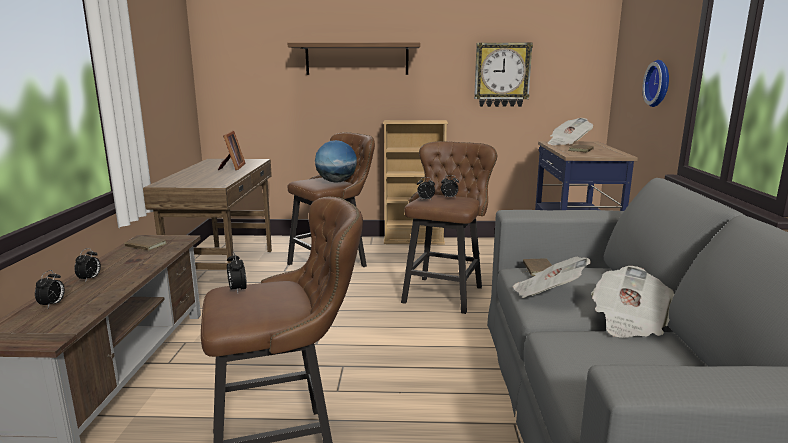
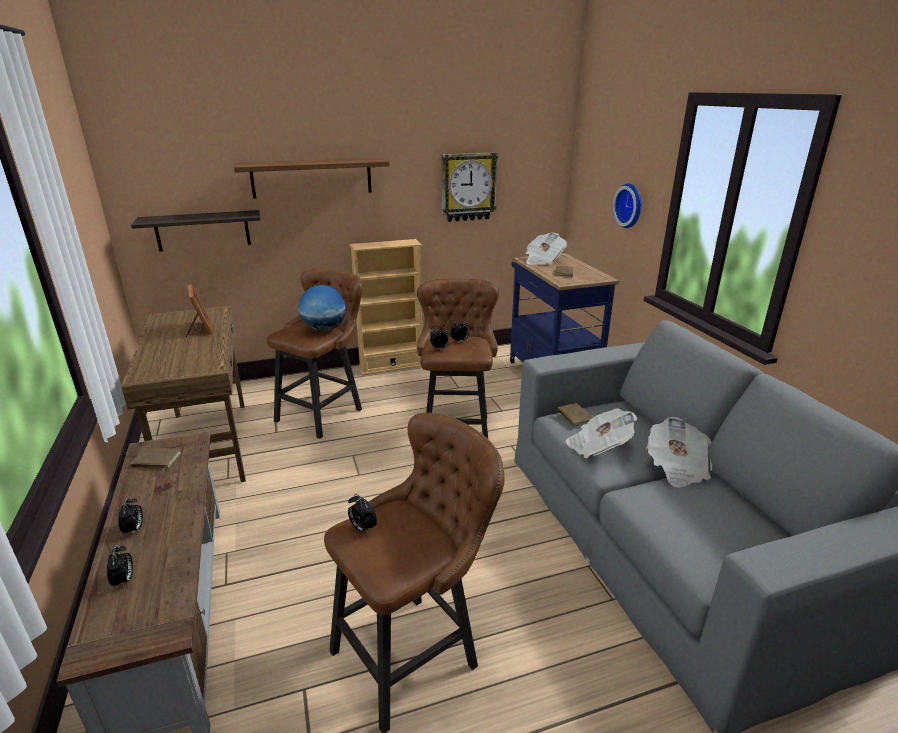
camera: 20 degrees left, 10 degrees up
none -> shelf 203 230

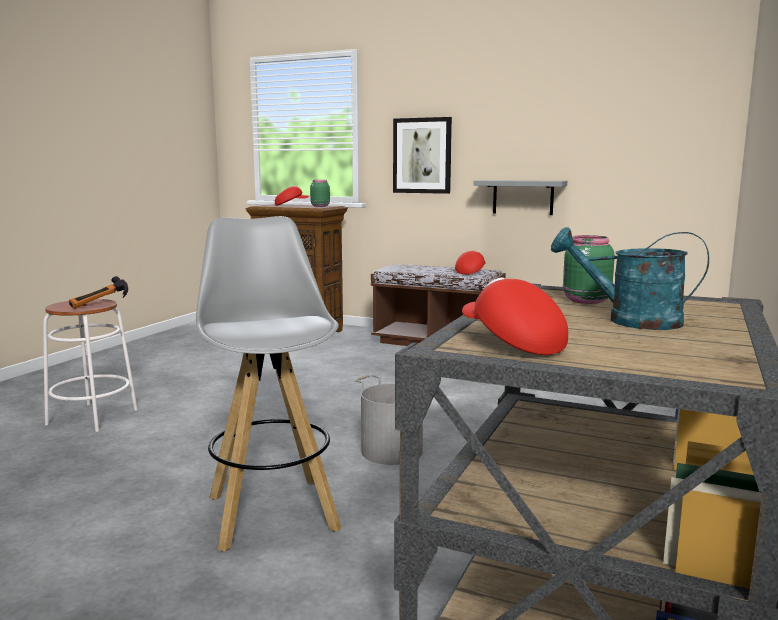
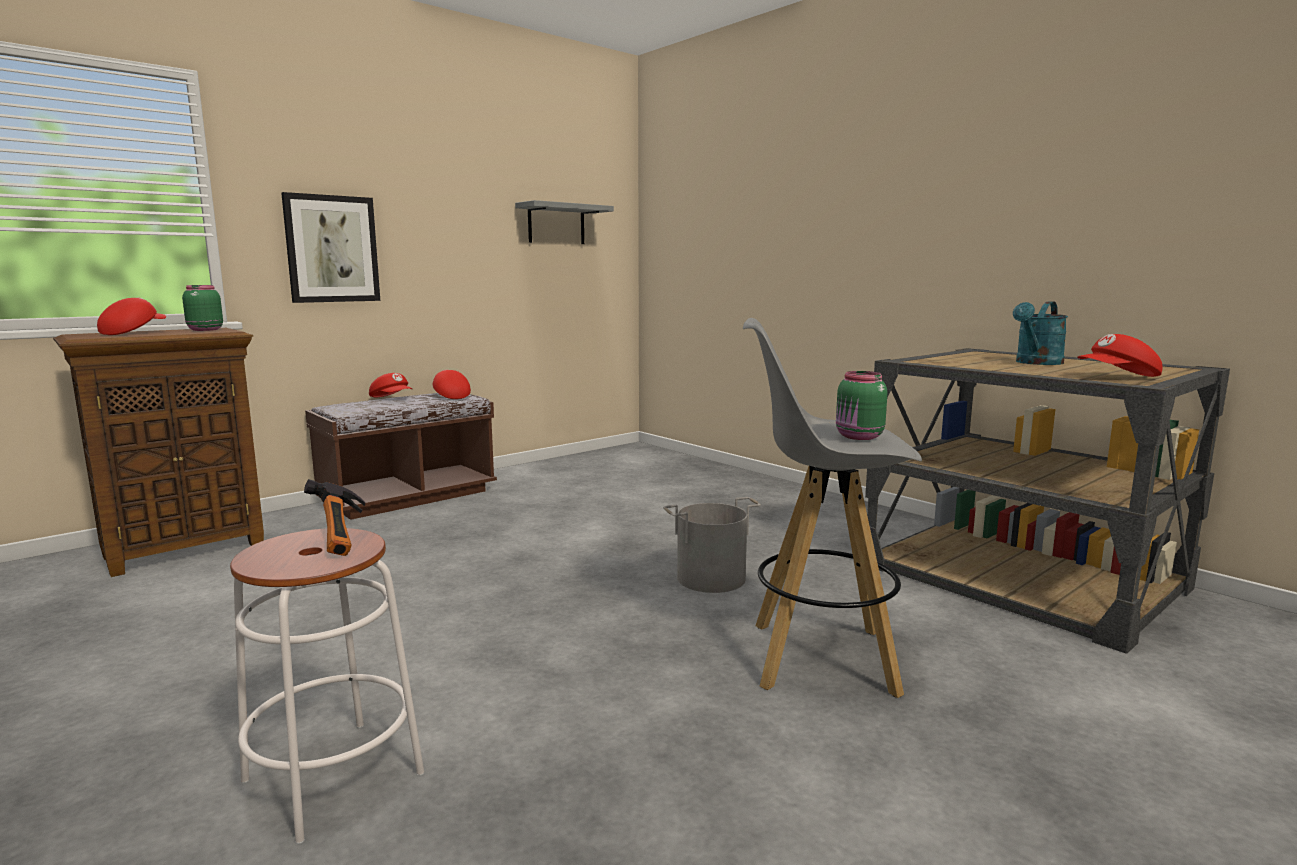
camera: 65 degrees left, 0 degrees up
grey shelf 523 197 -> grey shelf 556 224, shifted
green jar 584 300 -> green jar 859 437, shifted
none -> red cap 392 399

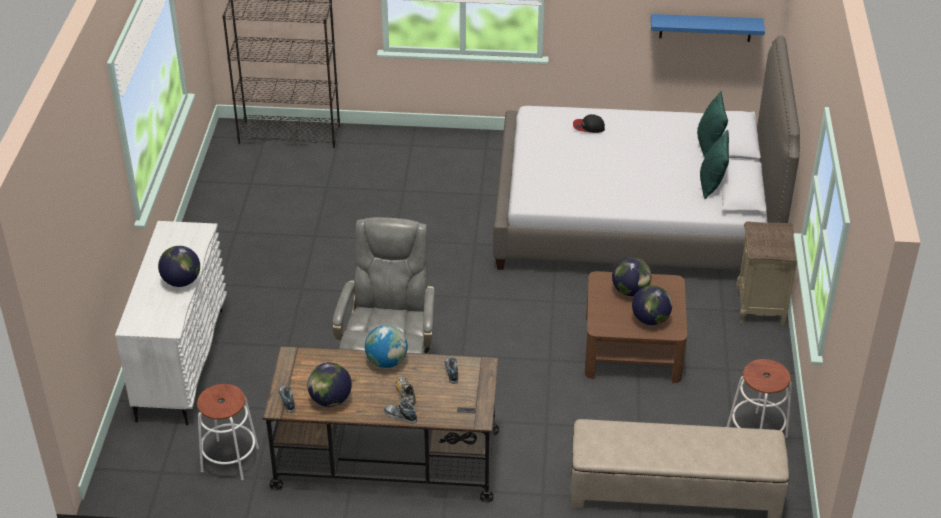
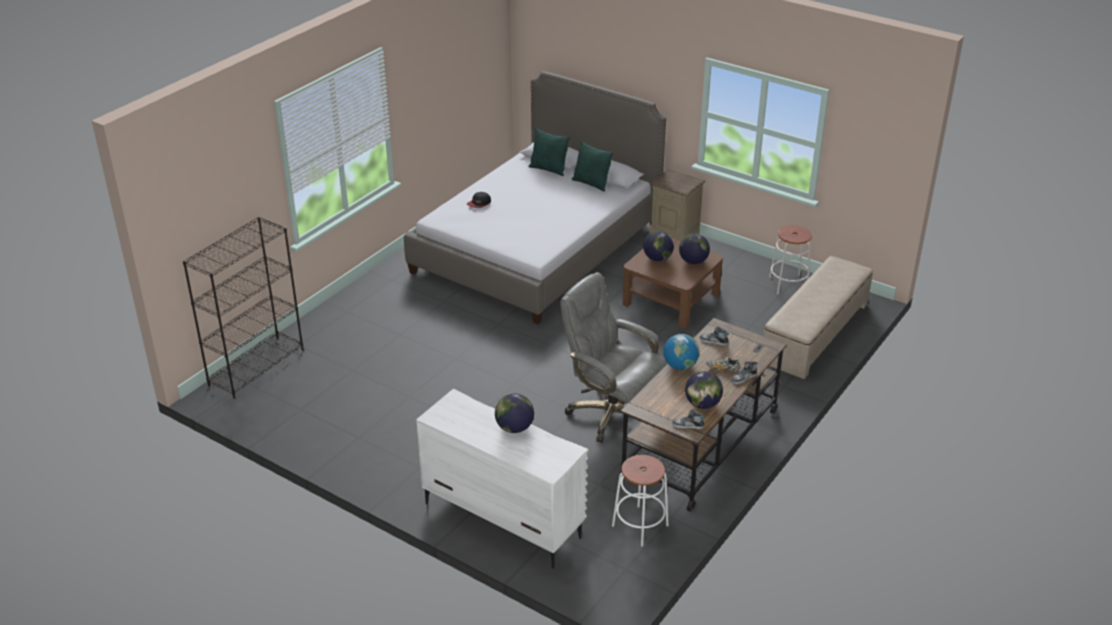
camera: 60 degrees left, 5 degrees down
blue shelf 705 27 -> none

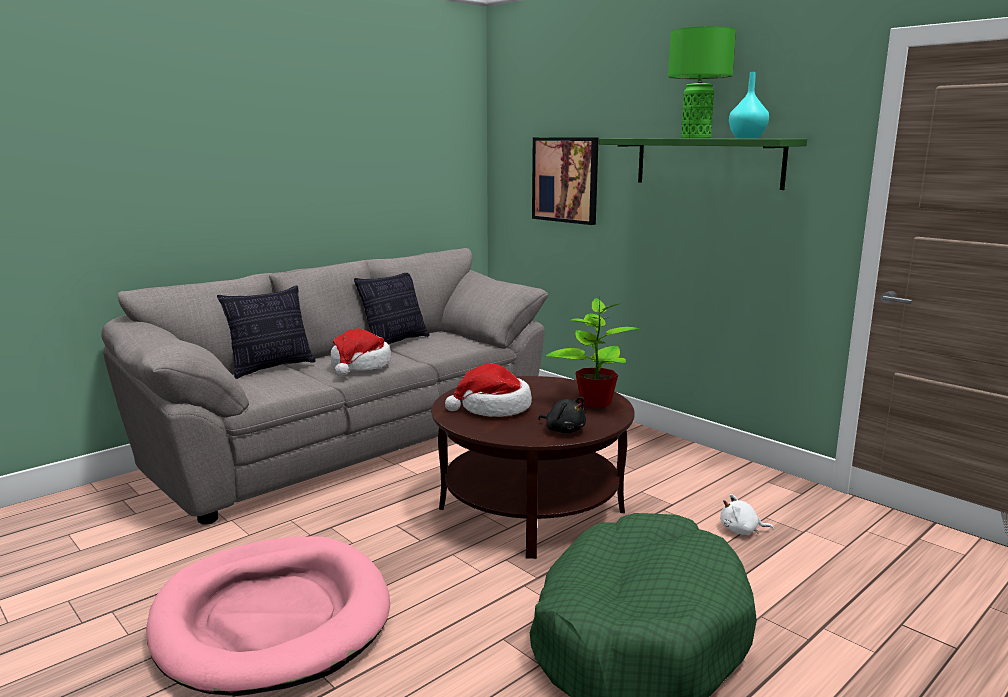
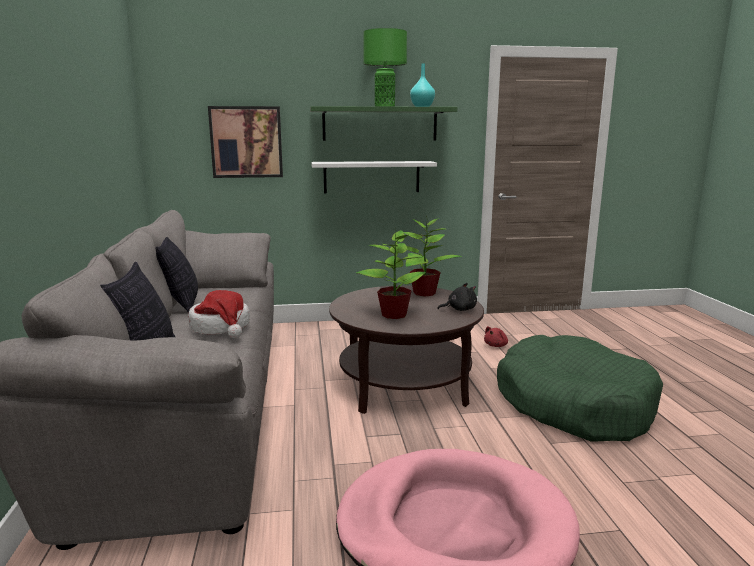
camera: 55 degrees left, 0 degrees up
hat 493 408 -> potted plant 394 314
white plush toy 741 530 -> red plush toy 496 345
none -> white shelf 371 177

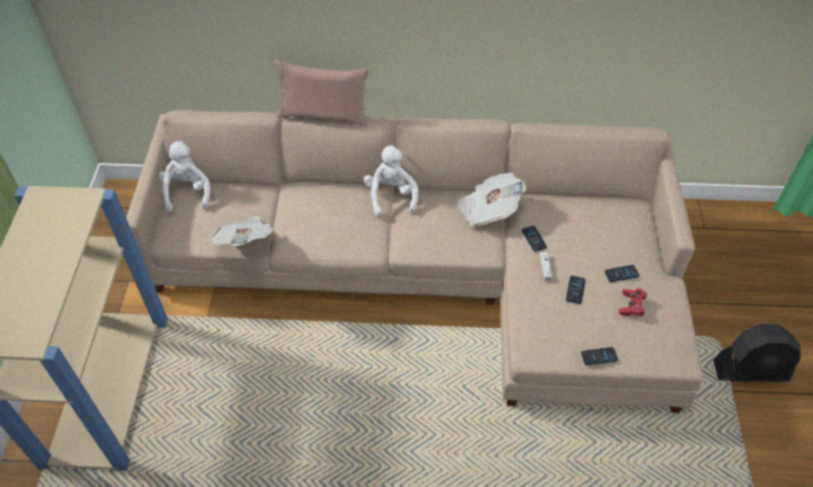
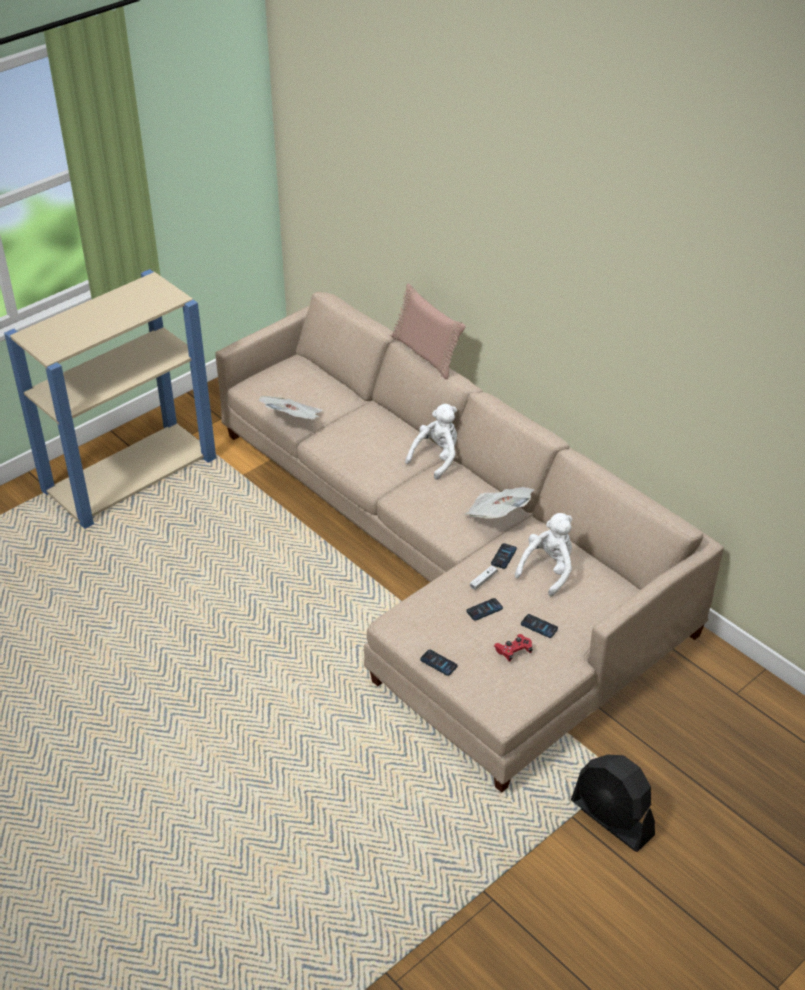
camera: 45 degrees right, 10 degrees down
white plush toy 187 192 -> white plush toy 548 570, shifted

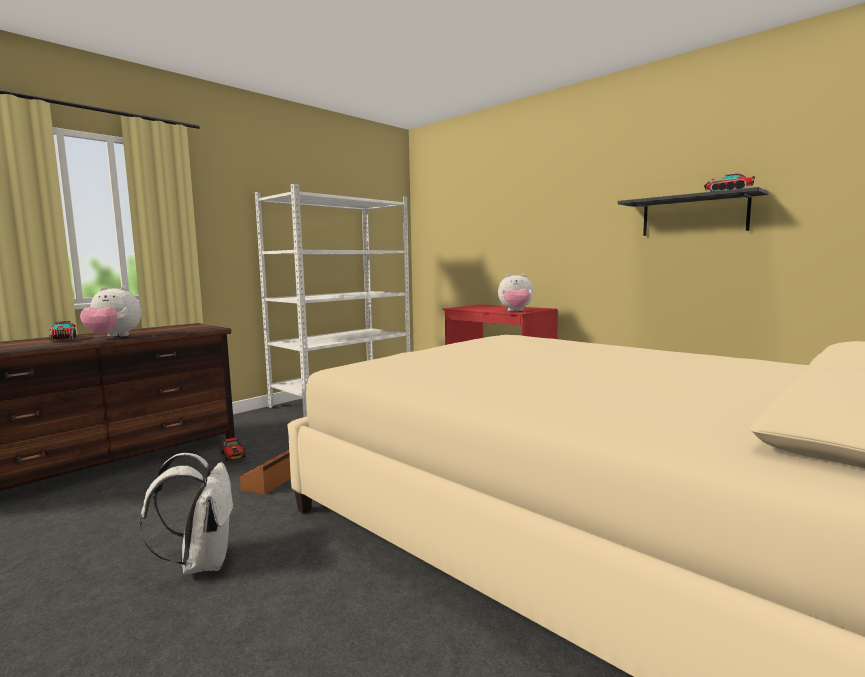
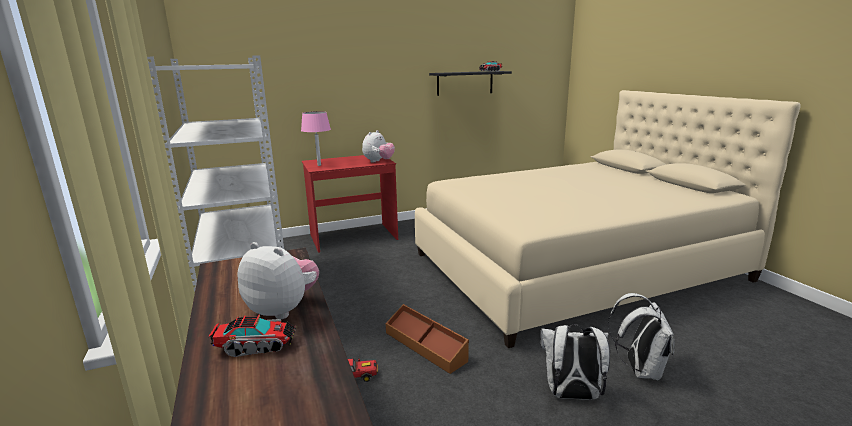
camera: 65 degrees left, 10 degrees up
plush toy 113 337 -> plush toy 283 309, 90 degrees counterclockwise
none -> pink table lamp 319 165
none -> white backpack 639 369

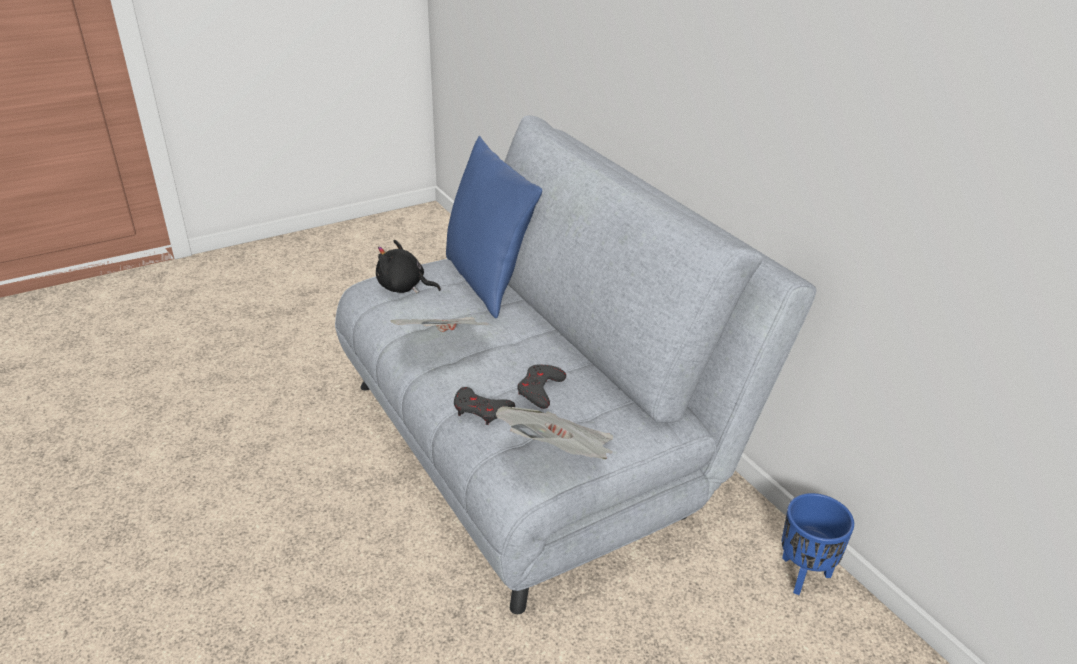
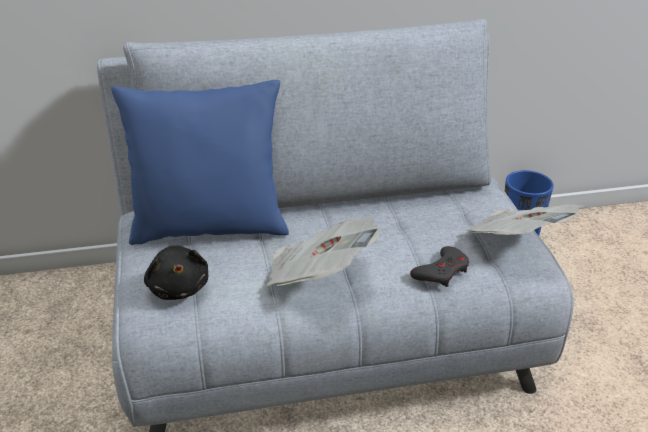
camera: 70 degrees left, 0 degrees up
black plush toy 404 287 -> black plush toy 178 288, 60 degrees counterclockwise
grey game controller 540 390 -> none

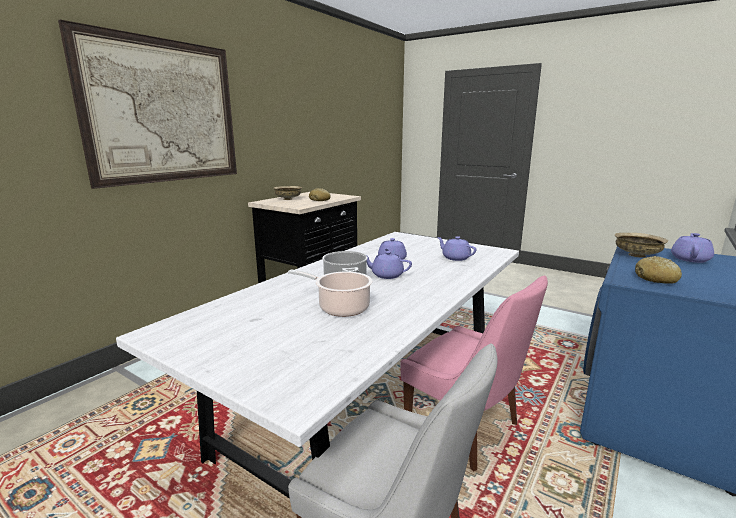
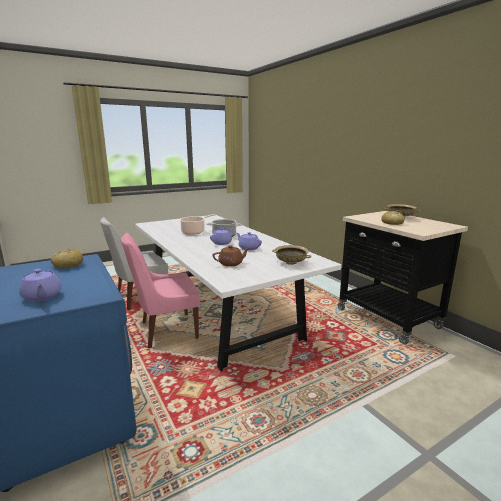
camera: 115 degrees right, 0 degrees up
picture 164 112 -> none
purple teapot 455 258 -> brown teapot 231 263
beige bowl 636 255 -> beige bowl 291 263, shifted

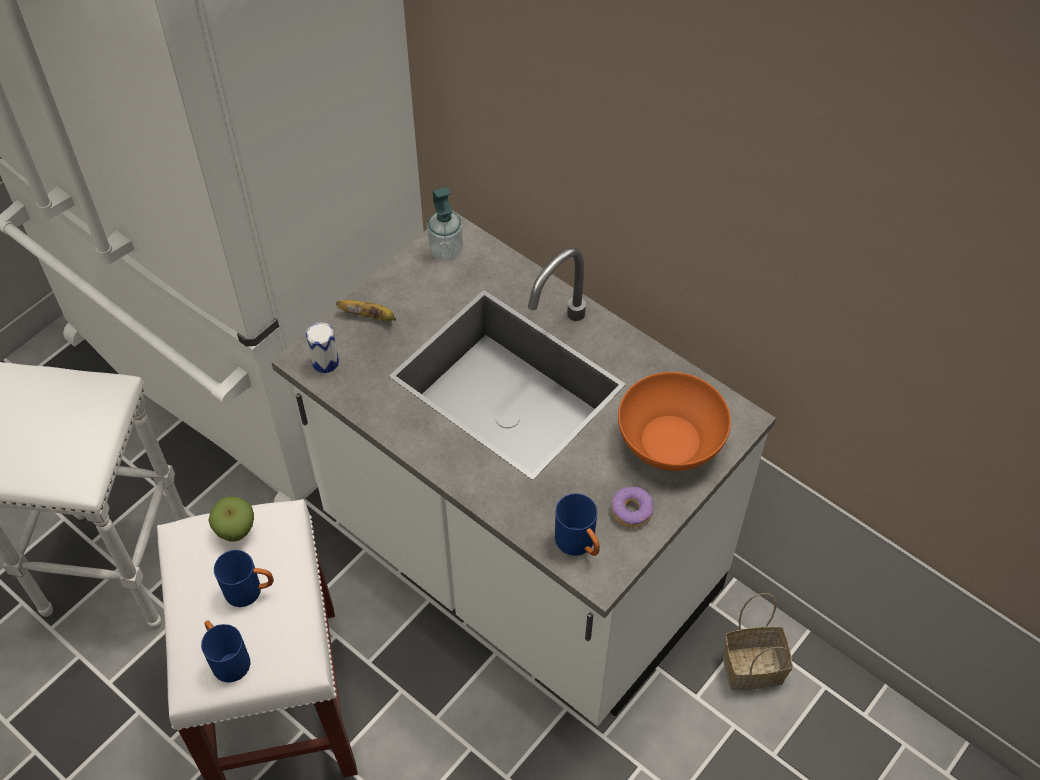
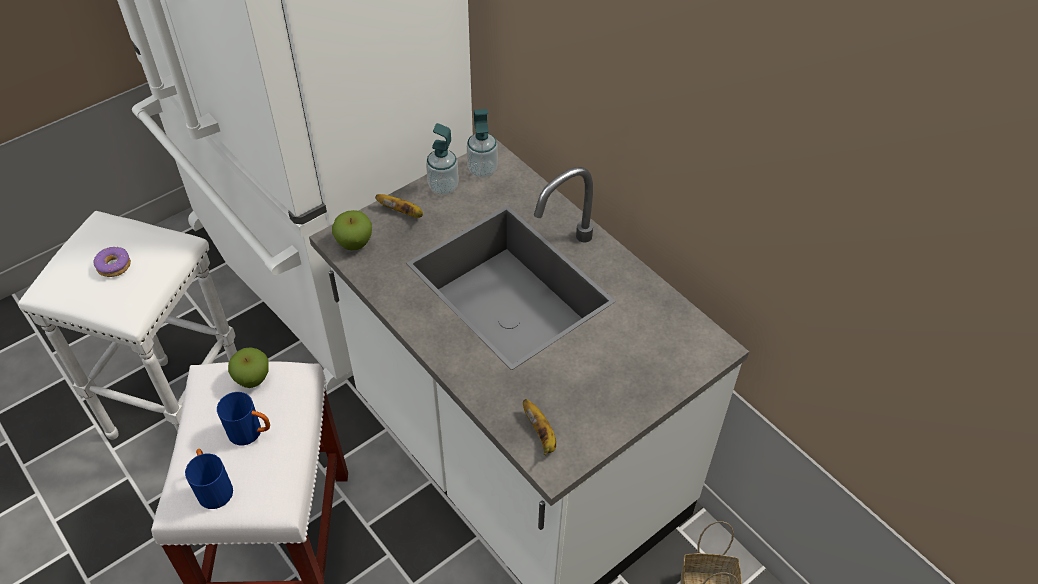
camera: 10 degrees right, 5 degrees down
can 325 362 -> apple 354 244
blue mug 579 545 -> banana 541 434
donut 632 511 -> donut 114 266, shifted
orange bowl 671 441 -> none
none -> soap dispenser 443 187

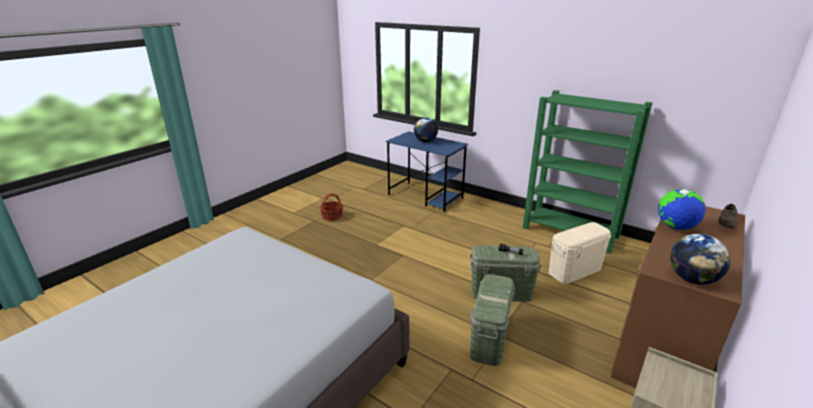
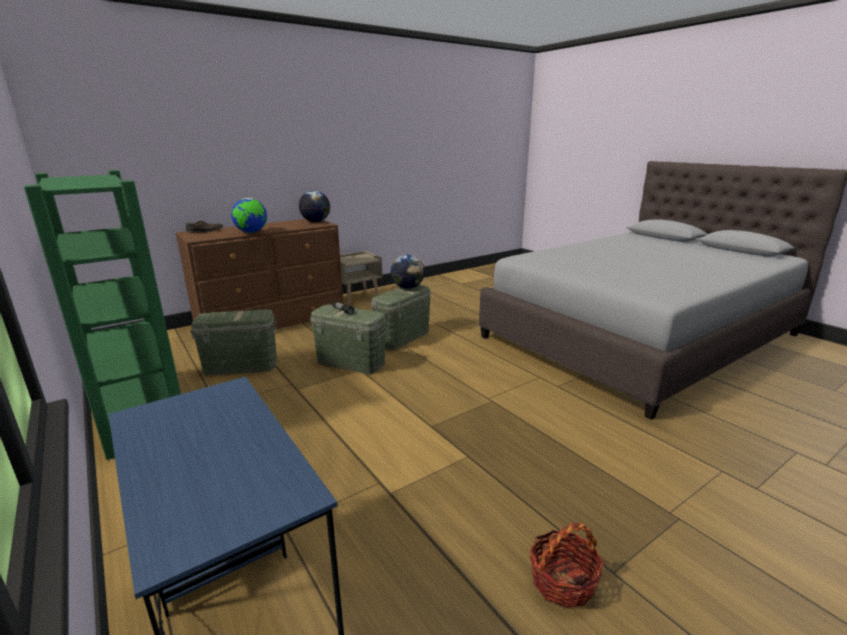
camera: 160 degrees left, 5 degrees down
globe 425 141 -> globe 408 288, shifted
beige storage box 574 270 -> green storage box 241 366

